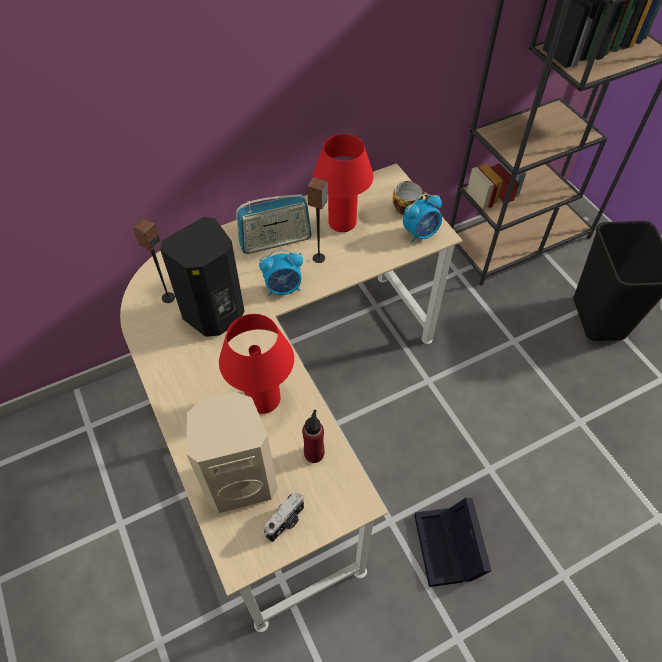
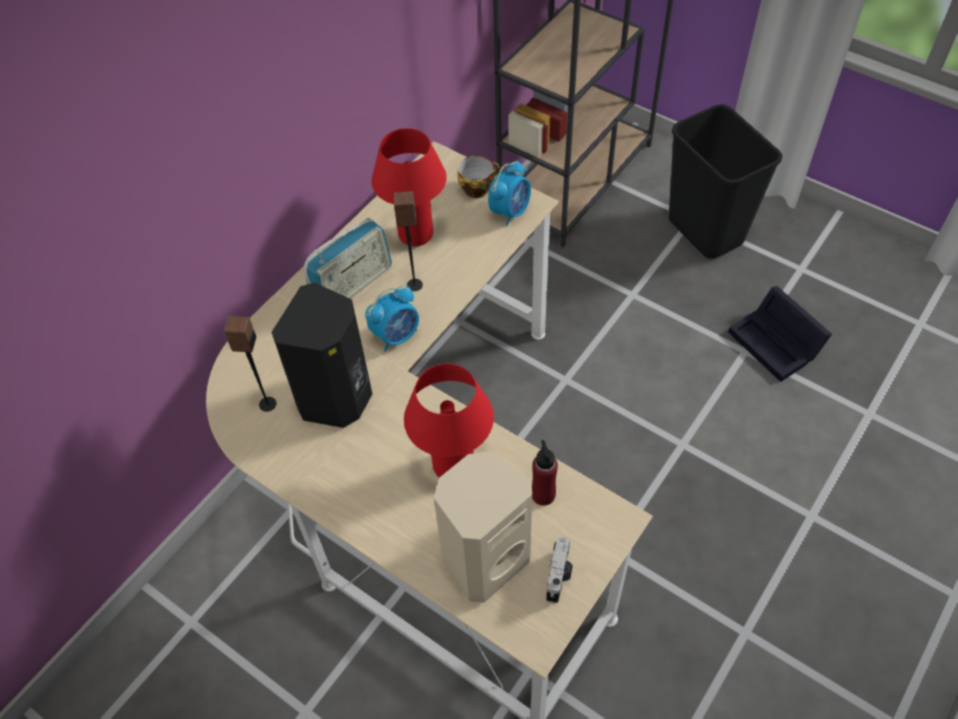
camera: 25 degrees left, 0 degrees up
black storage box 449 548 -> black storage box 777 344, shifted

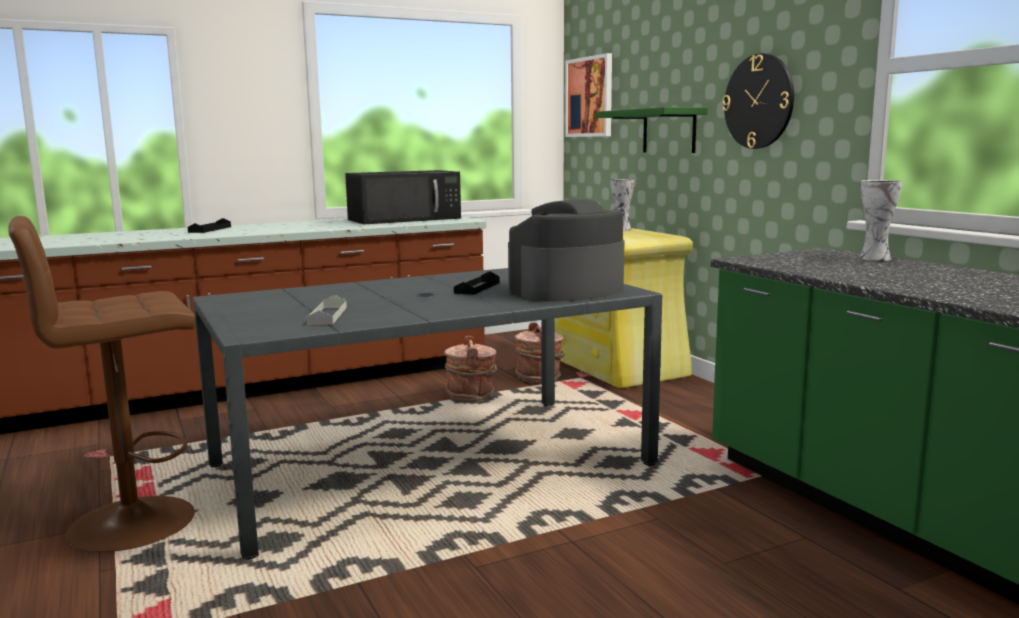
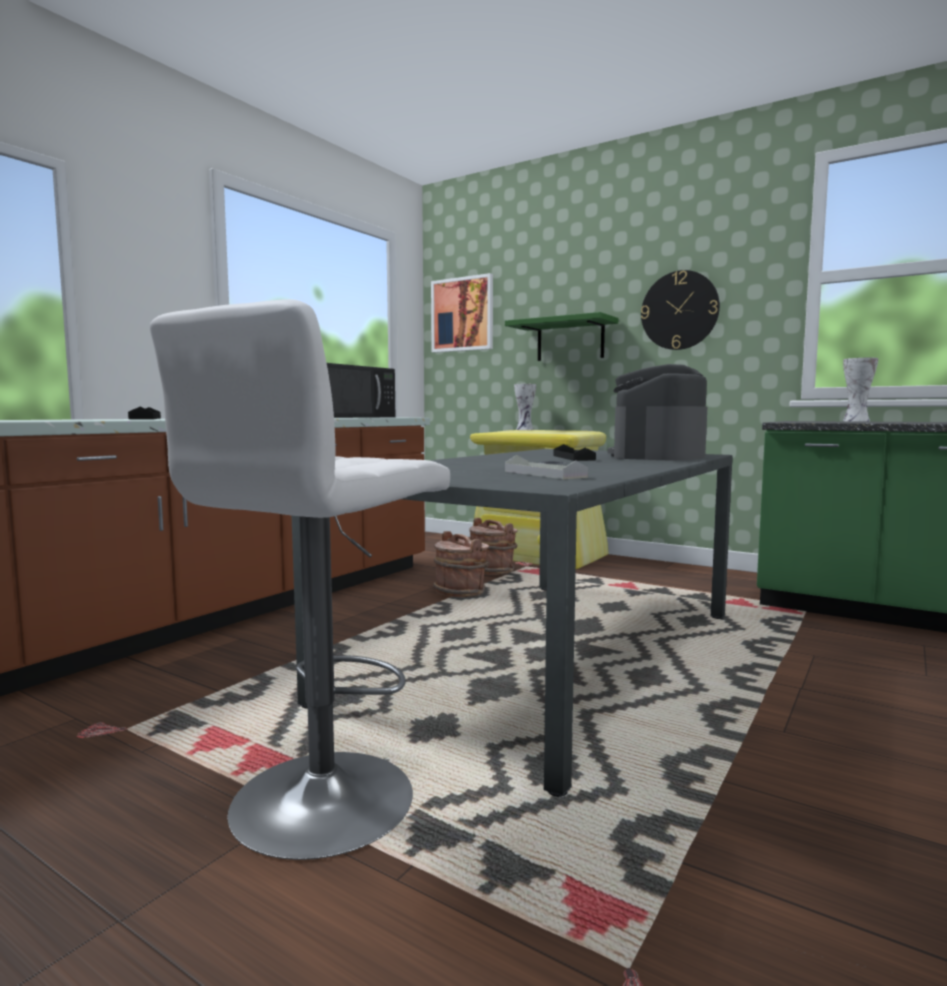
camera: 30 degrees left, 5 degrees down
brown stool 130 523 -> white stool 320 801

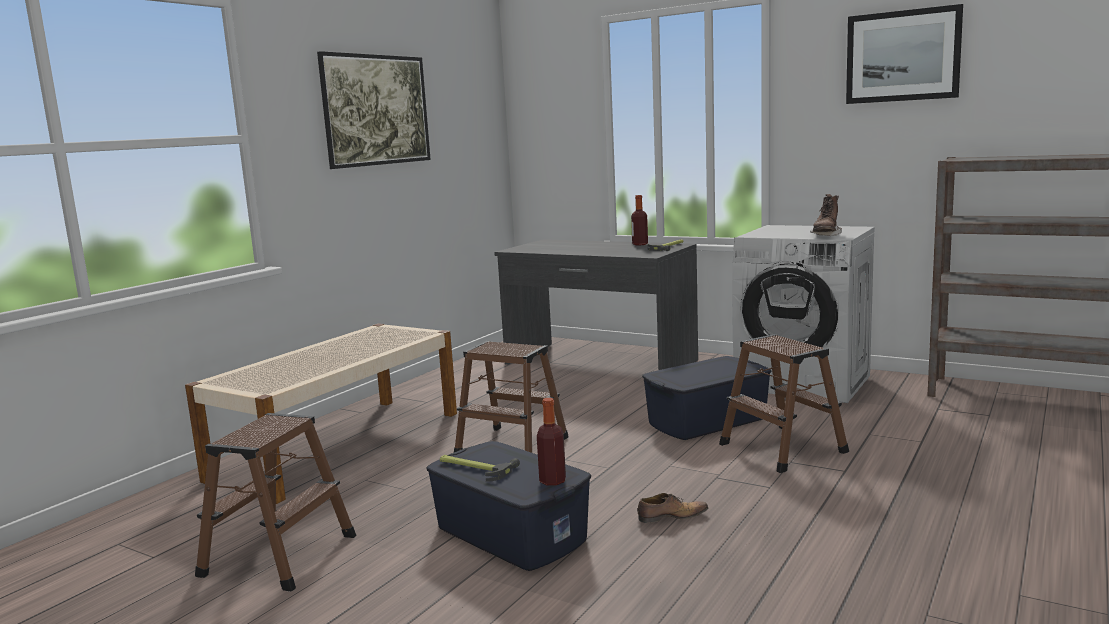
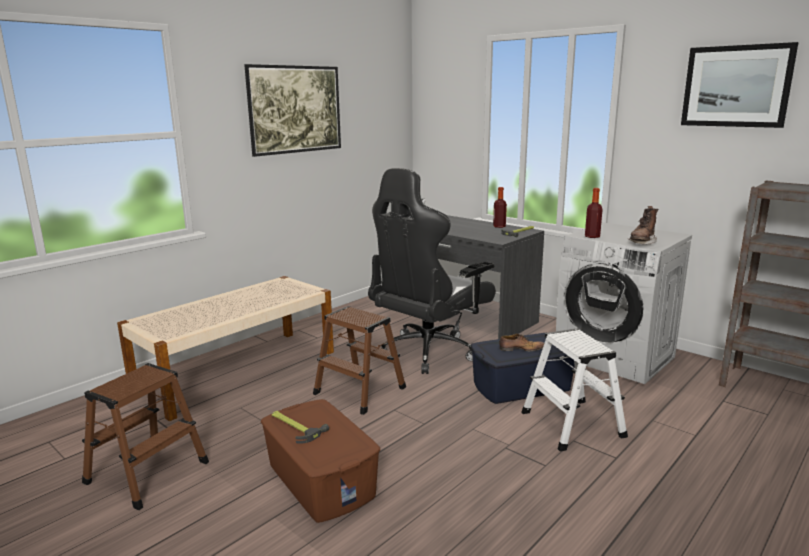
camera: 10 degrees right, 5 degrees up
blue storage box 511 533 -> brown storage box 321 480
bottle 552 481 -> bottle 592 236, shifted
shoe 671 517 -> shoe 520 349, shifted
brown step ladder 783 448 -> white step ladder 572 424
none -> black office chair 431 350

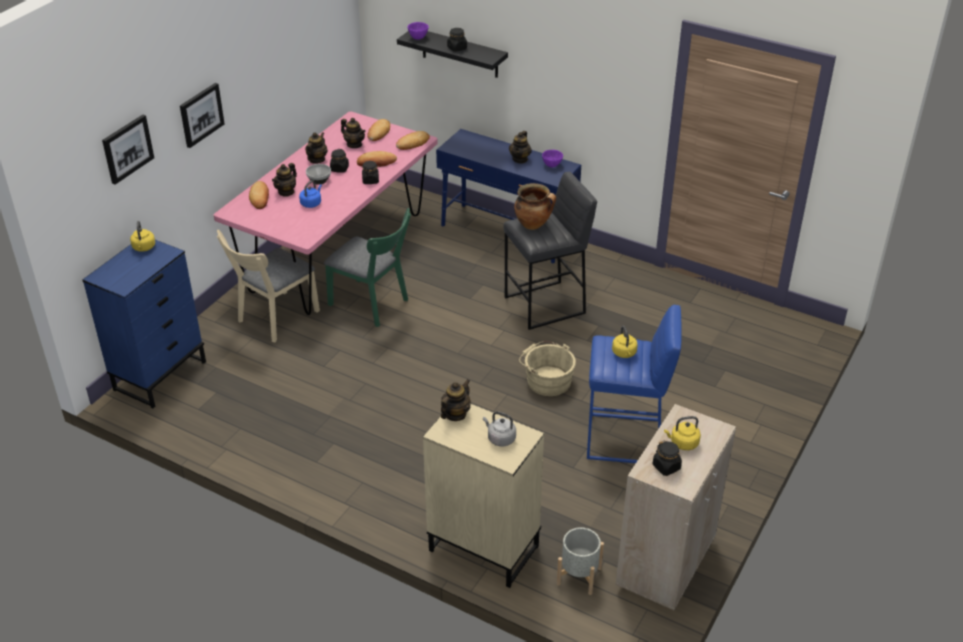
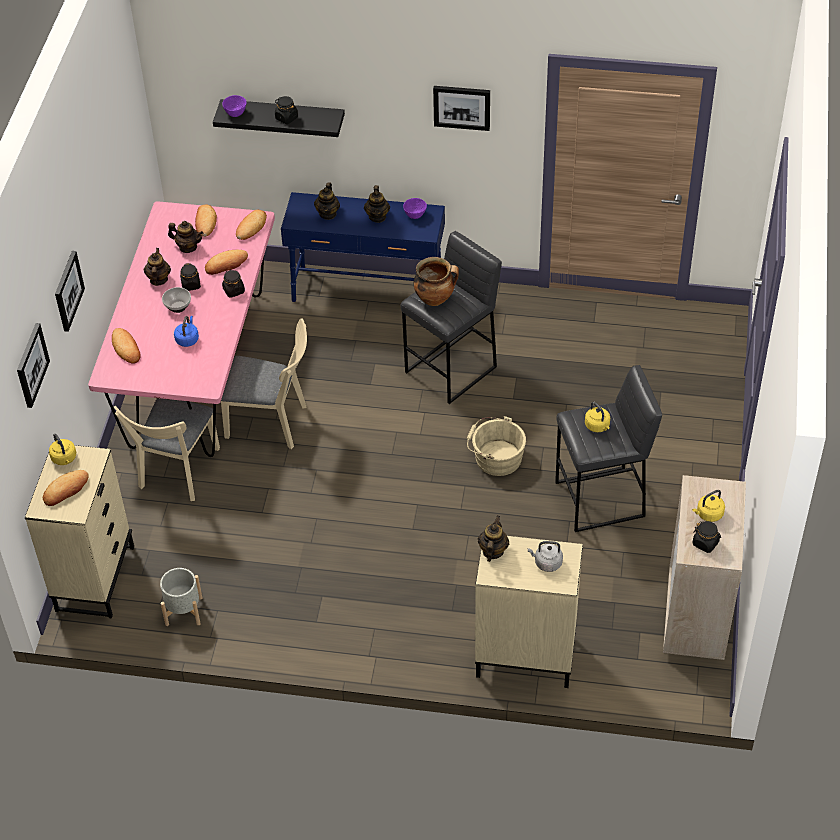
camera: 20 degrees left, 10 degrees up
blue dresser 160 375 -> beige dresser 95 578
teapot 286 192 -> teapot 328 213, shifted
green chair 373 304 -> beige chair 272 423
grey planter 579 576 -> grey planter 183 611, shifted
blue stool 625 439 -> grey stool 601 499
none -> bread 66 490
none -> picture 462 107

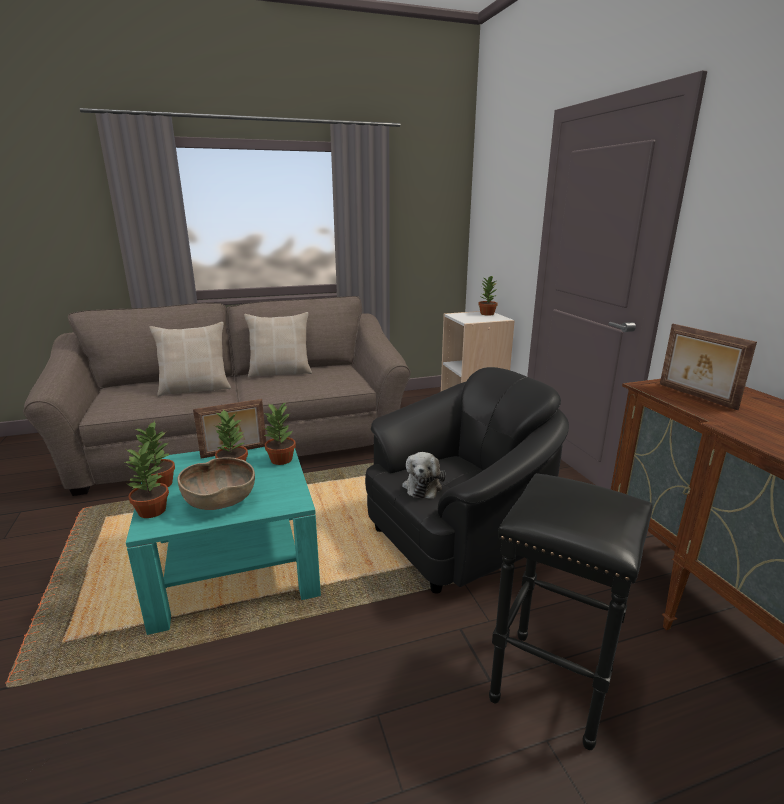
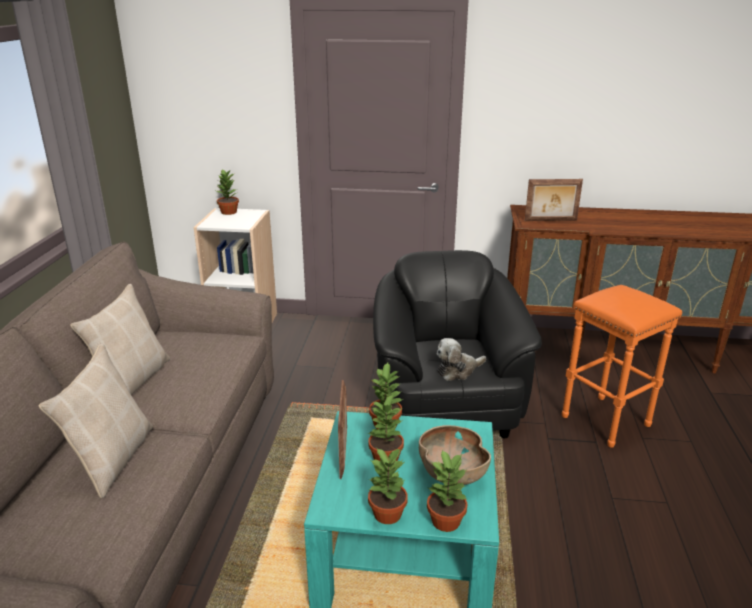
camera: 65 degrees left, 5 degrees up
plush toy 422 486 -> plush toy 458 370, 120 degrees clockwise
black stool 554 684 -> orange stool 605 419

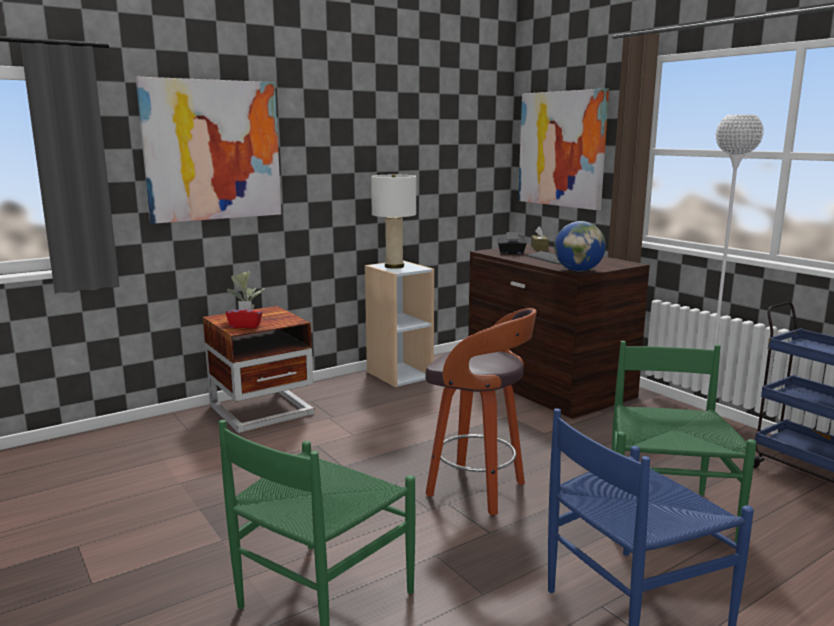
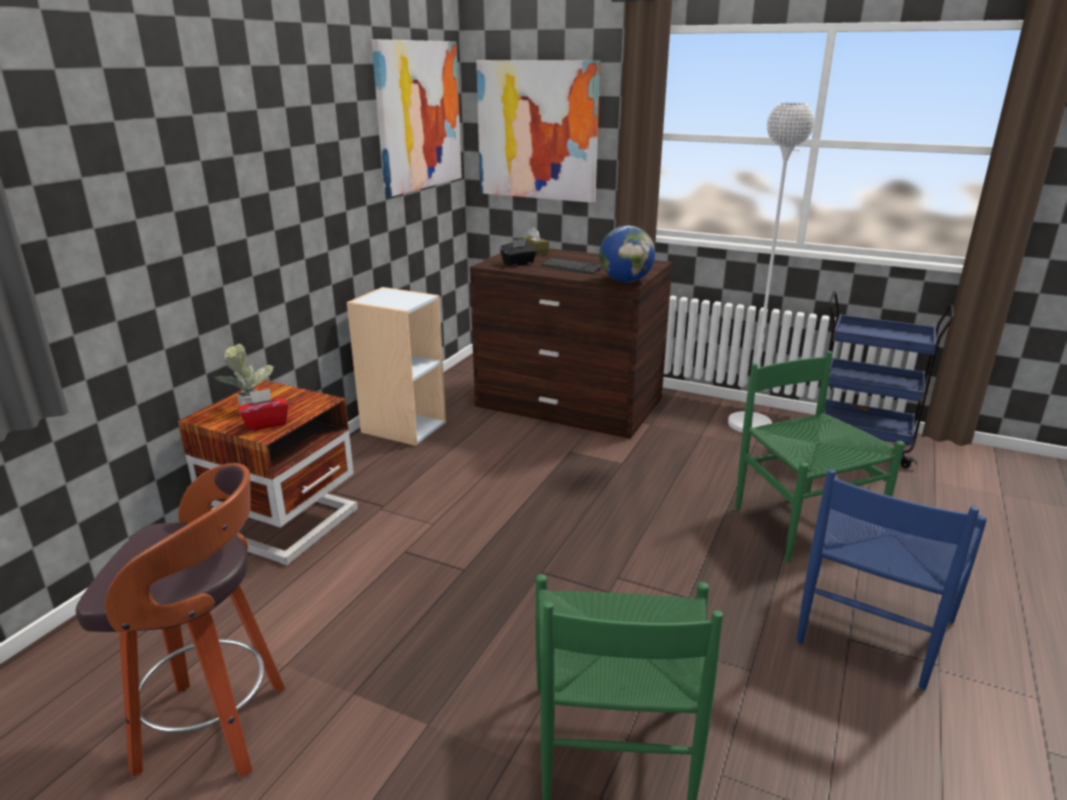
camera: 30 degrees left, 10 degrees up
picture 213 150 -> picture 418 116, shifted
white table lamp 394 266 -> none
stool 478 490 -> stool 217 728, shifted

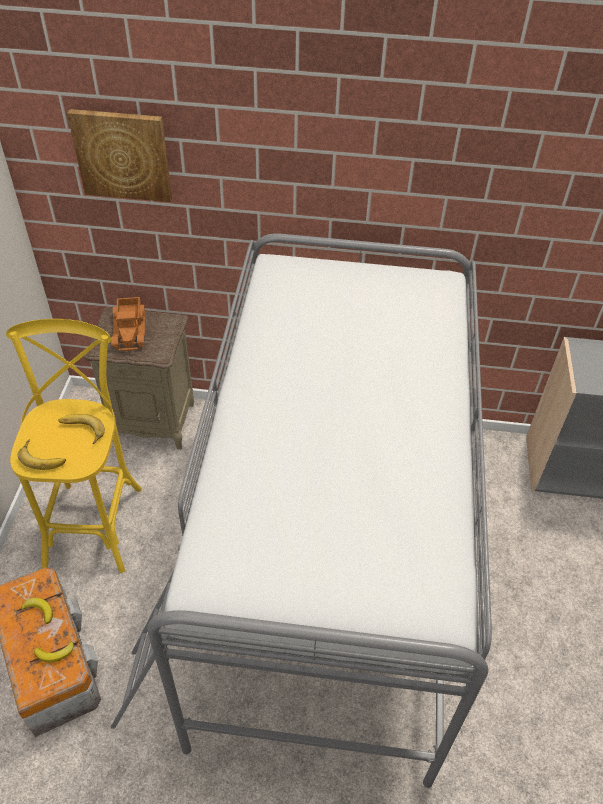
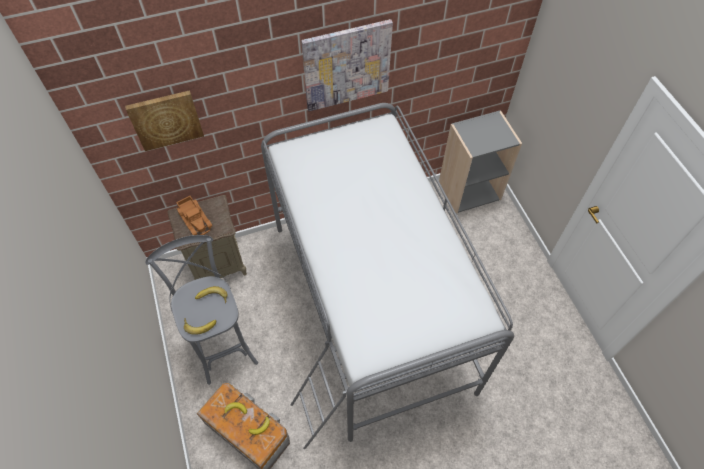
camera: 25 degrees left, 10 degrees up
yellow stool 96 520 -> grey stool 222 341
none -> picture 346 65

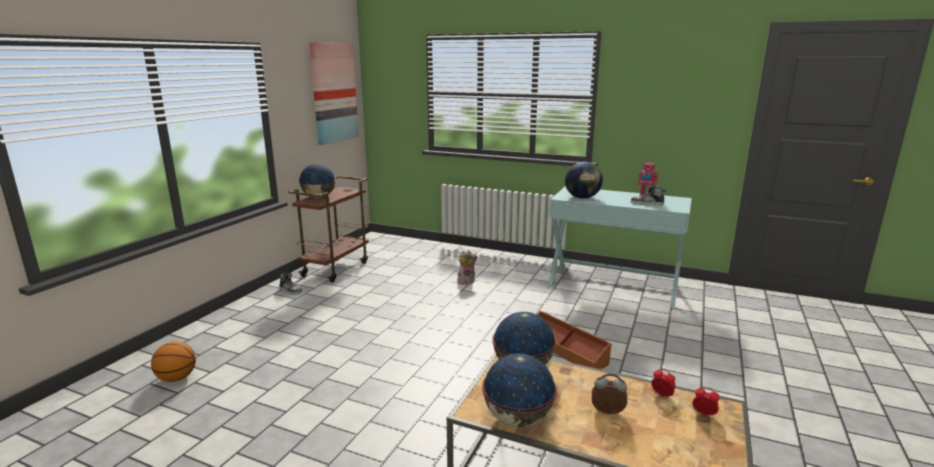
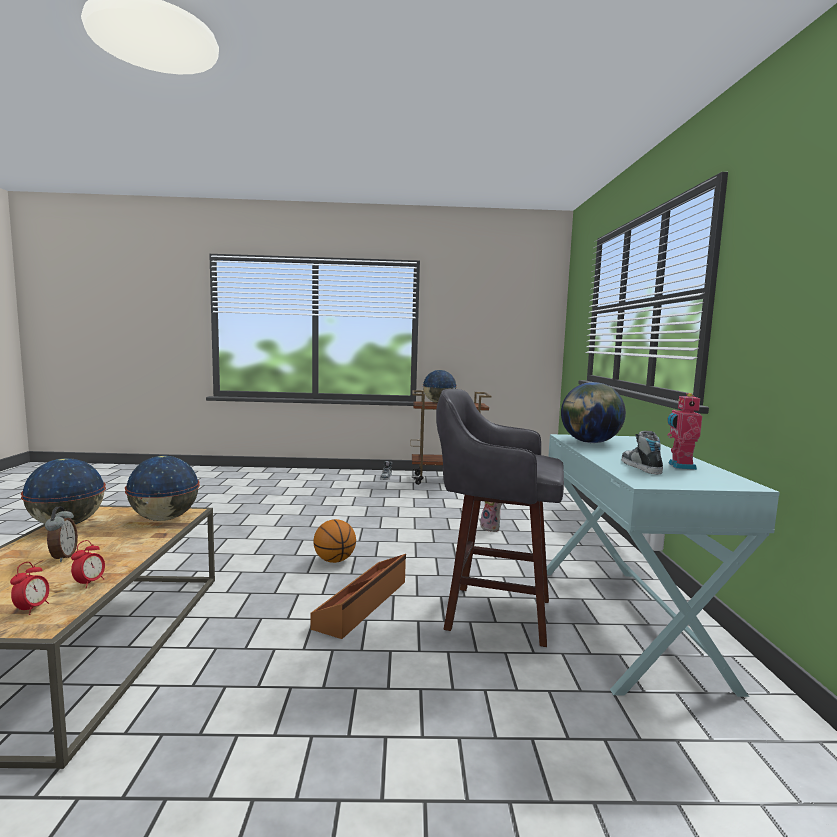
camera: 65 degrees right, 10 degrees down
basketball 177 378 -> basketball 334 560, shifted
picture 334 92 -> none
none -> grey stool 493 613

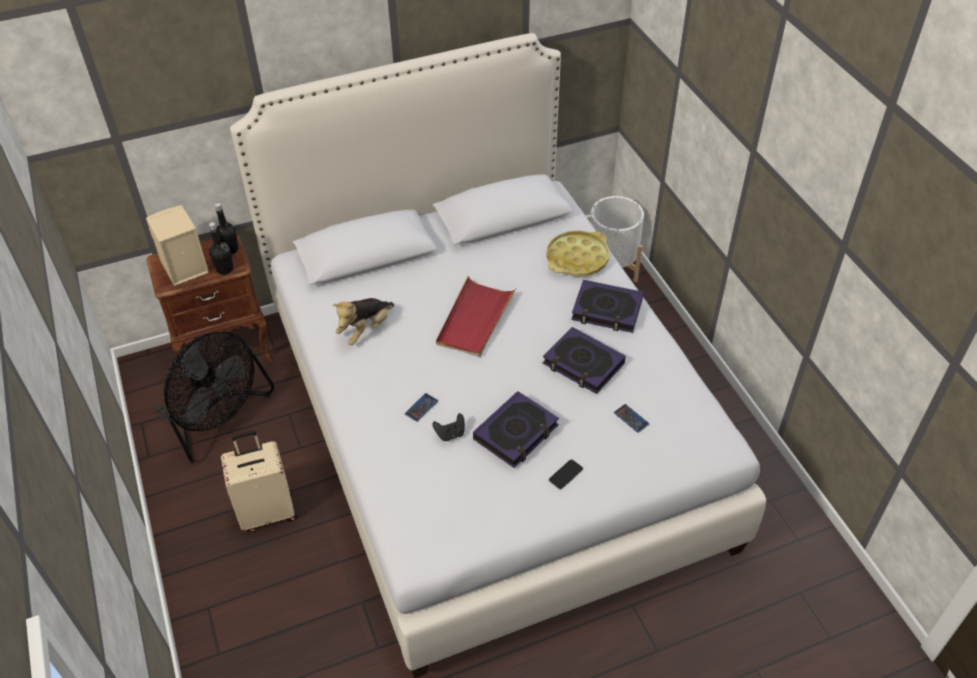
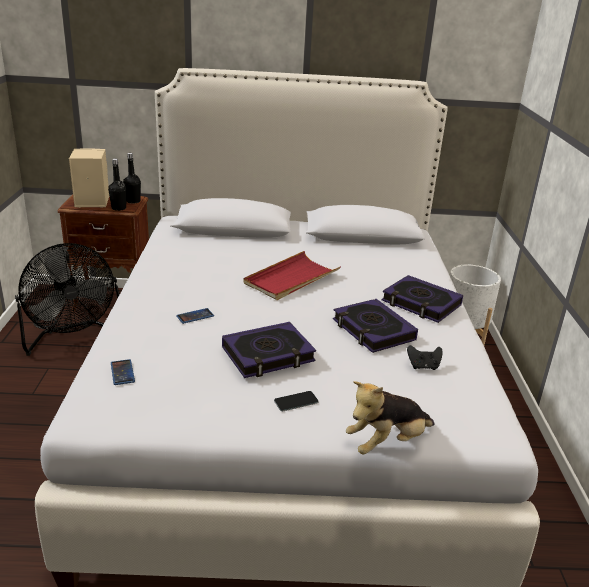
camera: 20 degrees right, 20 degrees down
beige suitcase 267 511 -> none
plush toy 365 329 -> plush toy 387 443, shifted
black game controller 450 434 -> black game controller 423 366, shifted
yellow tray 577 258 -> none
phone 631 418 -> phone 122 372, shifted

